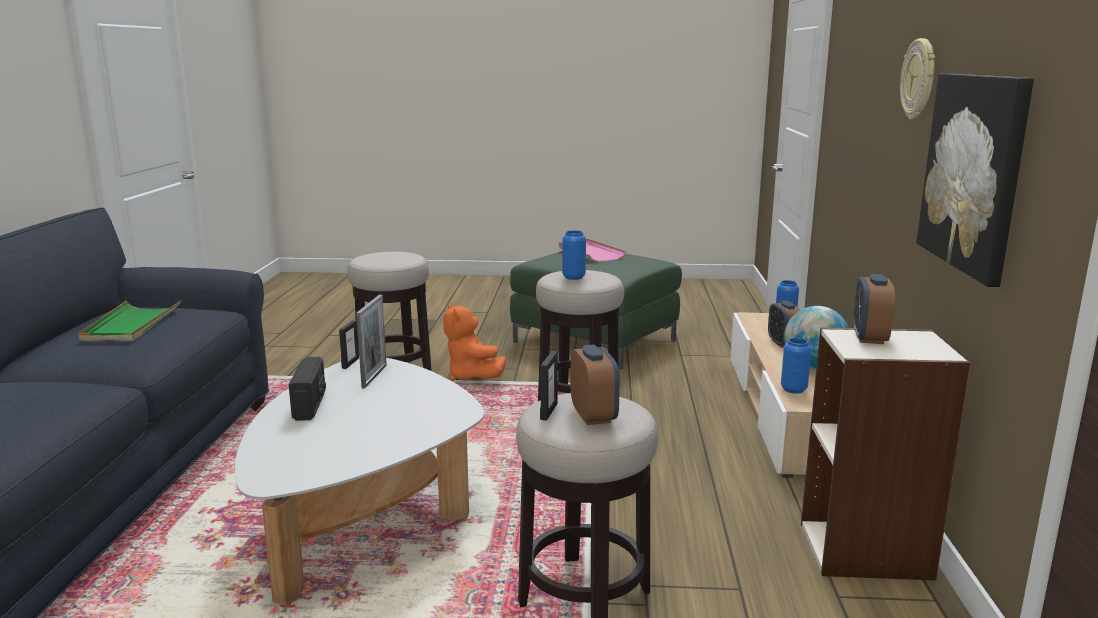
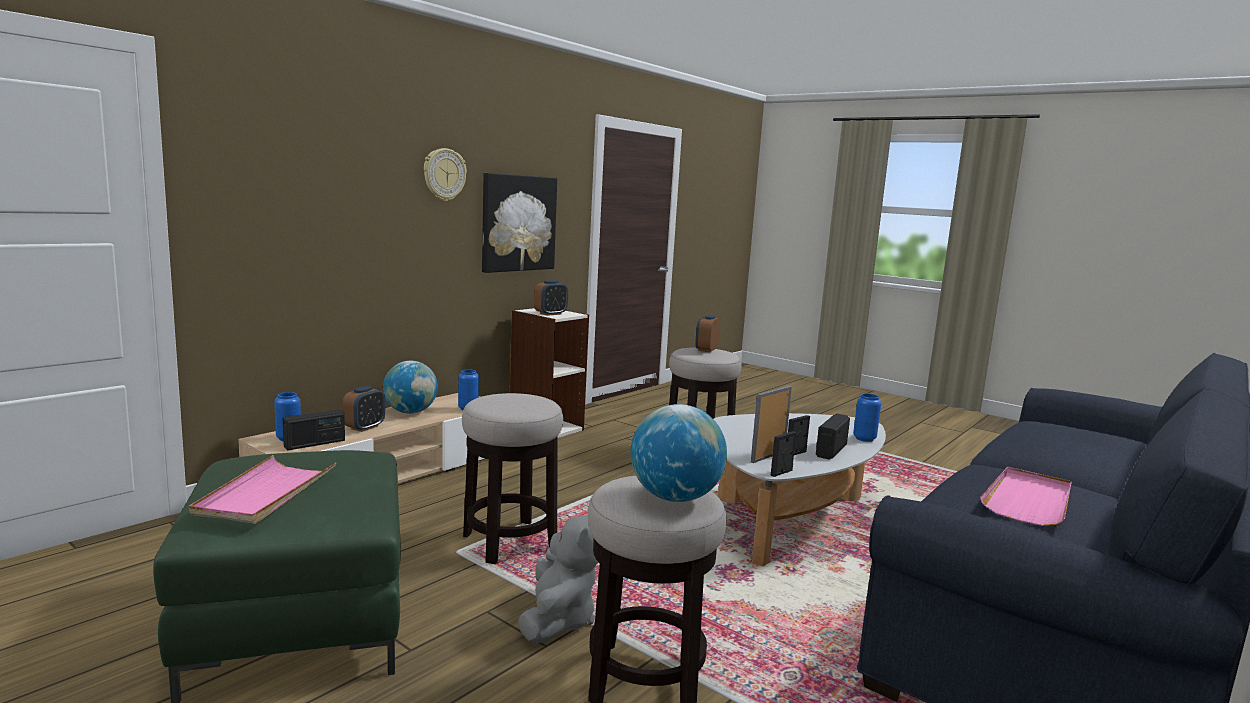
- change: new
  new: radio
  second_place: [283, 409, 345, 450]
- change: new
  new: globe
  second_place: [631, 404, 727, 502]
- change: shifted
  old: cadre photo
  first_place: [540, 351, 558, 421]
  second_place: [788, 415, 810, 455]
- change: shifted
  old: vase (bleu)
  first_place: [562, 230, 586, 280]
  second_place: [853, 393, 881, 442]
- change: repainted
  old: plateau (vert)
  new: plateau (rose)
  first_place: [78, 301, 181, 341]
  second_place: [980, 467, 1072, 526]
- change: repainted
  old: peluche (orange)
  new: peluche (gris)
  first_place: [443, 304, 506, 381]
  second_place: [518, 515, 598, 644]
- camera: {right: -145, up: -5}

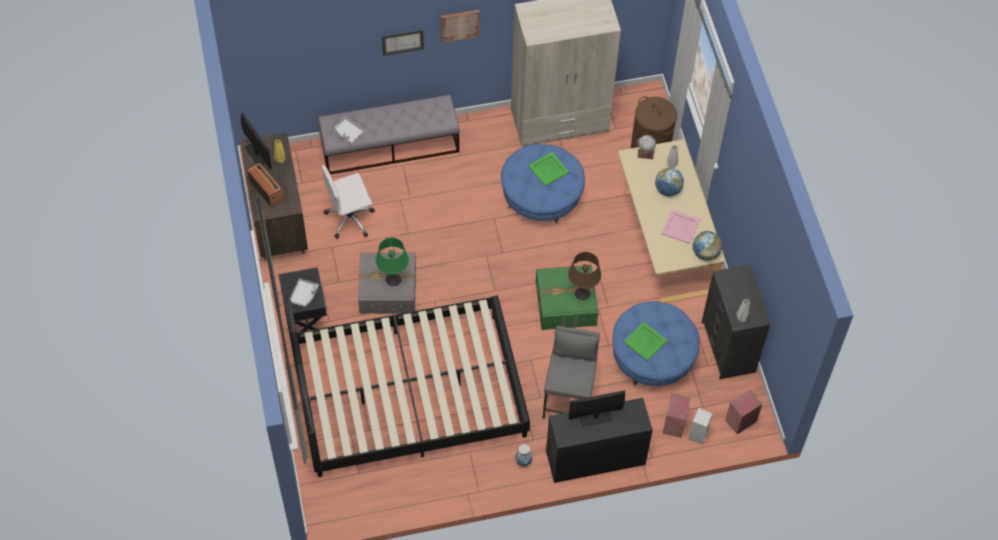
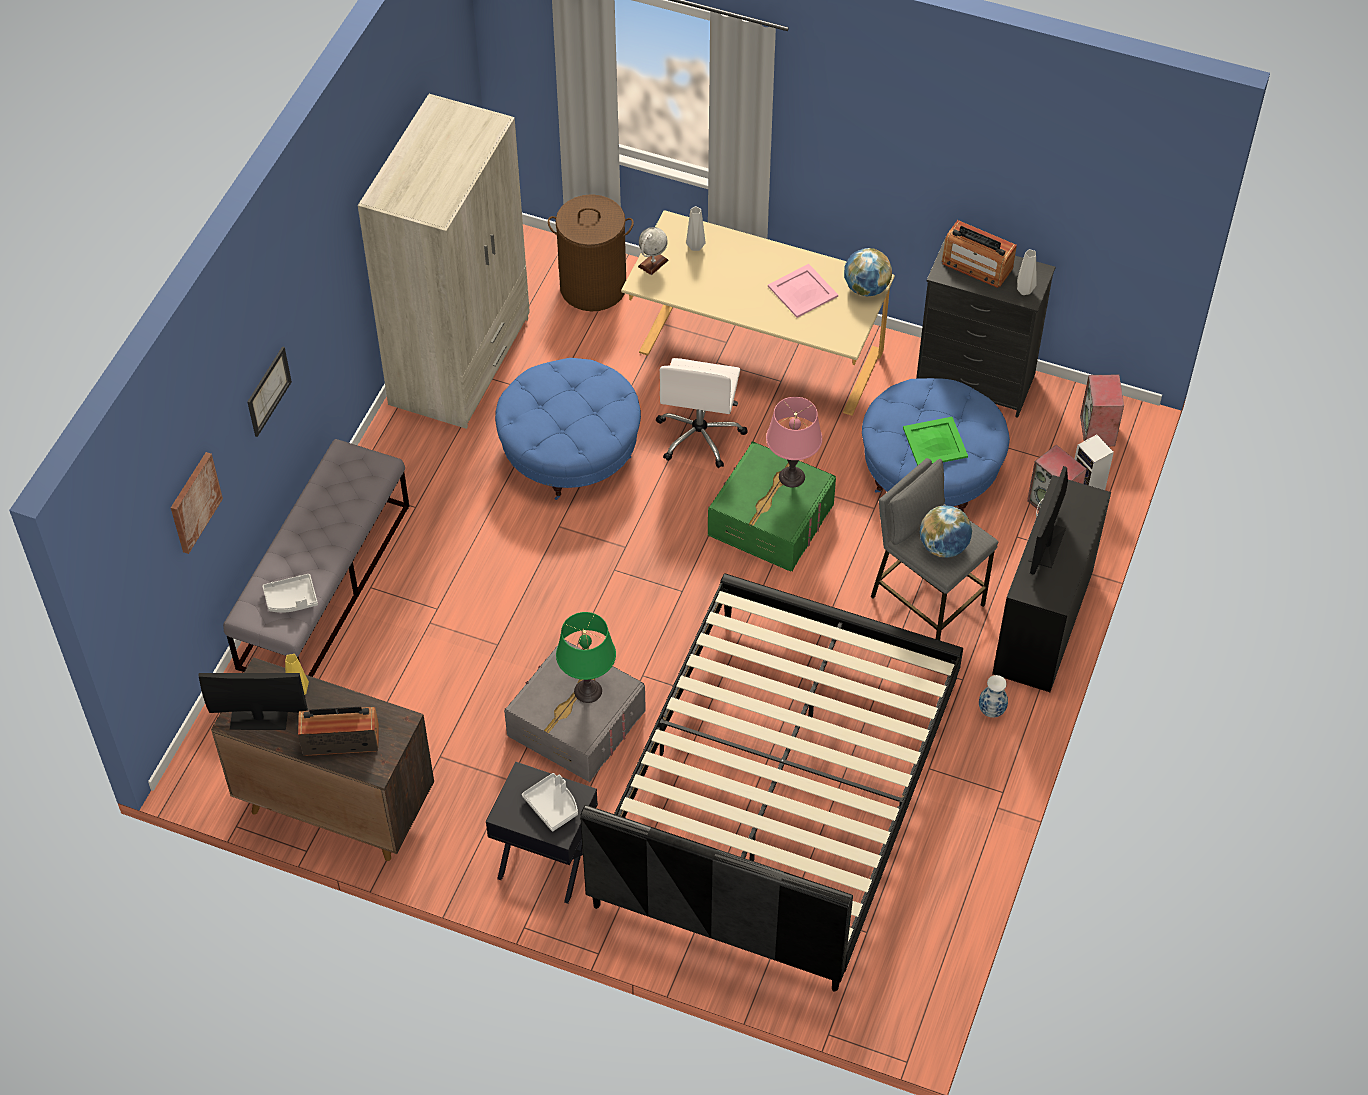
- change: gone
  old: plateau (vert)
  first_place: [528, 152, 569, 186]
- change: new
  new: radio
  second_place: [942, 220, 1017, 288]
- change: shifted
  old: chaise de bureau (blanc)
  first_place: [321, 165, 374, 239]
  second_place: [656, 358, 748, 468]
- change: shifted
  old: tableau
  first_place: [441, 10, 480, 43]
  second_place: [171, 452, 223, 554]
- change: shifted
  old: globe
  first_place: [655, 168, 684, 196]
  second_place: [920, 505, 972, 558]
- change: repainted
  old: lampe de table (marron)
  new: lampe de table (rose)
  first_place: [568, 252, 601, 300]
  second_place: [766, 397, 822, 488]
- camera: {right: -55, up: -5}

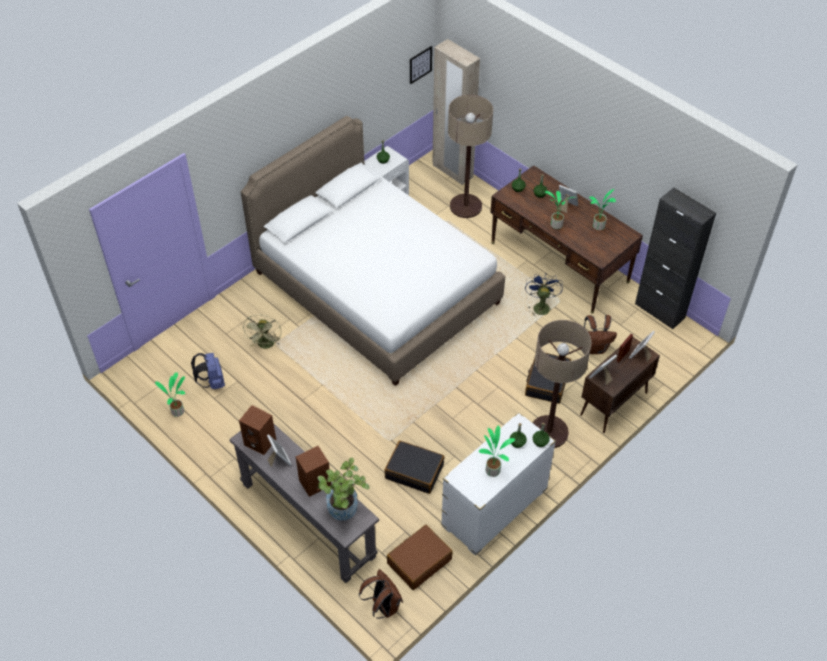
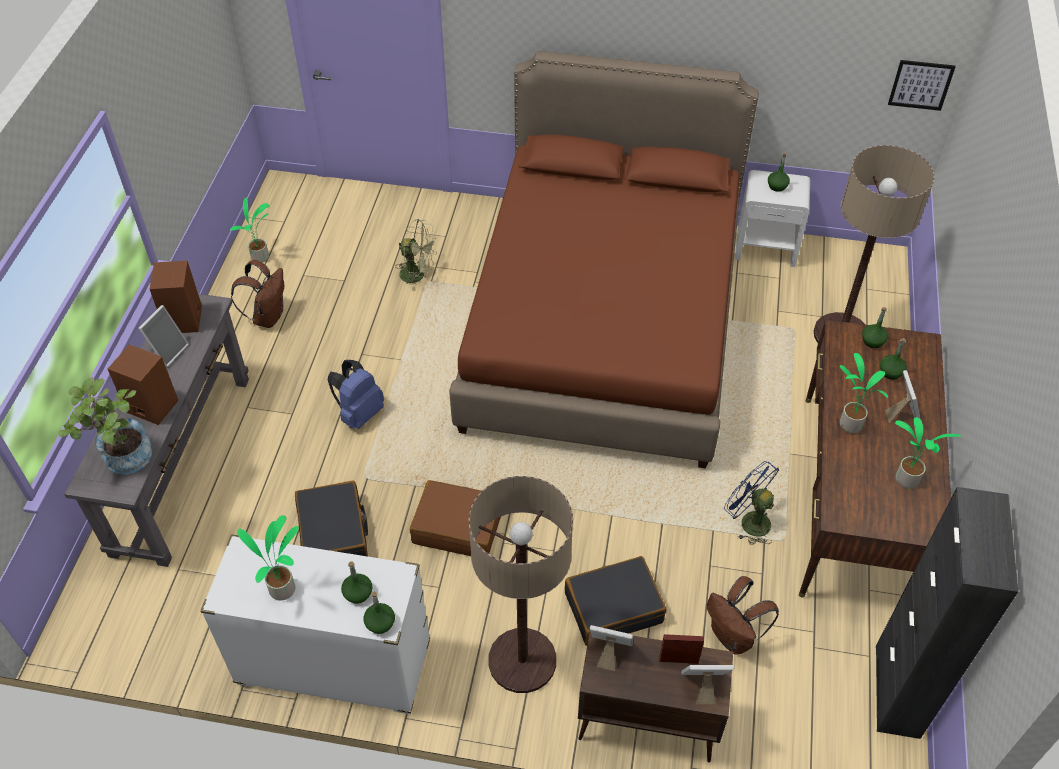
- change: gone
  old: armoire (beige)
  first_place: [432, 39, 480, 185]
- change: shifted
  old: sac à dos (bleu)
  first_place: [191, 353, 225, 390]
  second_place: [328, 360, 384, 429]
- change: shifted
  old: sac à dos (marron)
  first_place: [359, 569, 403, 619]
  second_place: [231, 260, 284, 328]
- change: shifted
  old: valise (marron)
  first_place: [387, 525, 453, 590]
  second_place: [410, 480, 501, 556]
- change: repainted
  old: lit (blanc)
  new: lit (marron)
  first_place: [241, 116, 505, 386]
  second_place: [449, 51, 759, 469]
- change: rotated
  old: ventilateur (vert)
  first_place: [243, 315, 281, 349]
  second_place: [395, 219, 437, 291]
  degrees: -135
- change: rotated
  old: ventilateur (bleu)
  first_place: [525, 273, 563, 317]
  second_place: [724, 461, 779, 545]
  degrees: -105
- camera: {right: 55, up: 0}

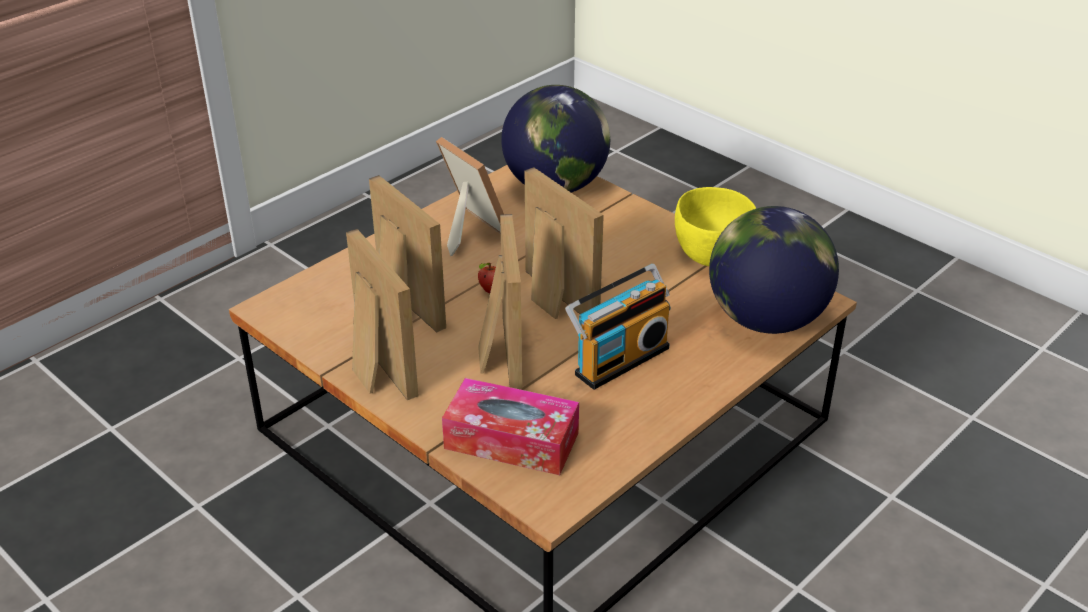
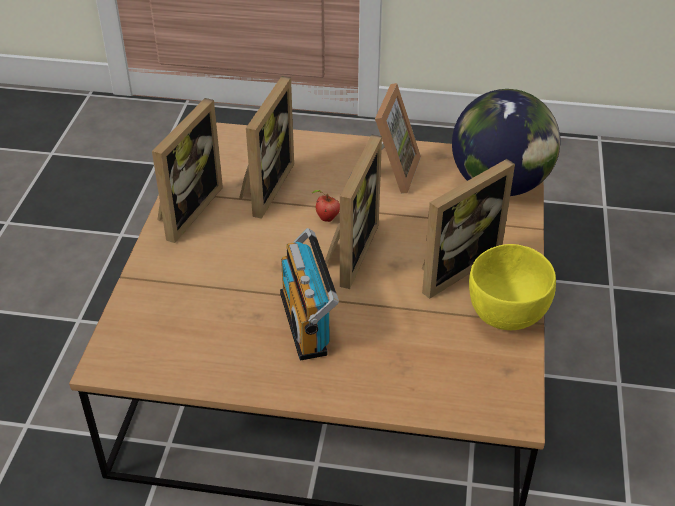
- change: gone
  old: boîte à mouchoirs
  first_place: [442, 378, 579, 475]
- change: gone
  old: globe
  first_place: [709, 206, 839, 334]
- change: shifted
  old: cadre photo
  first_place: [478, 214, 522, 390]
  second_place: [422, 159, 515, 299]
- change: rotated
  old: radio
  first_place: [565, 264, 670, 390]
  second_place: [280, 228, 339, 361]
  degrees: 60
- camera: {right: 55, up: 5}

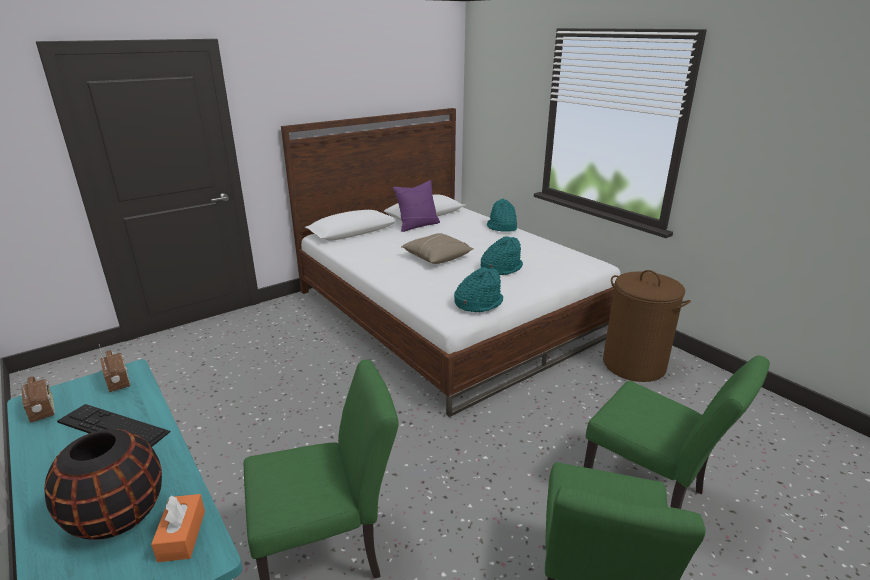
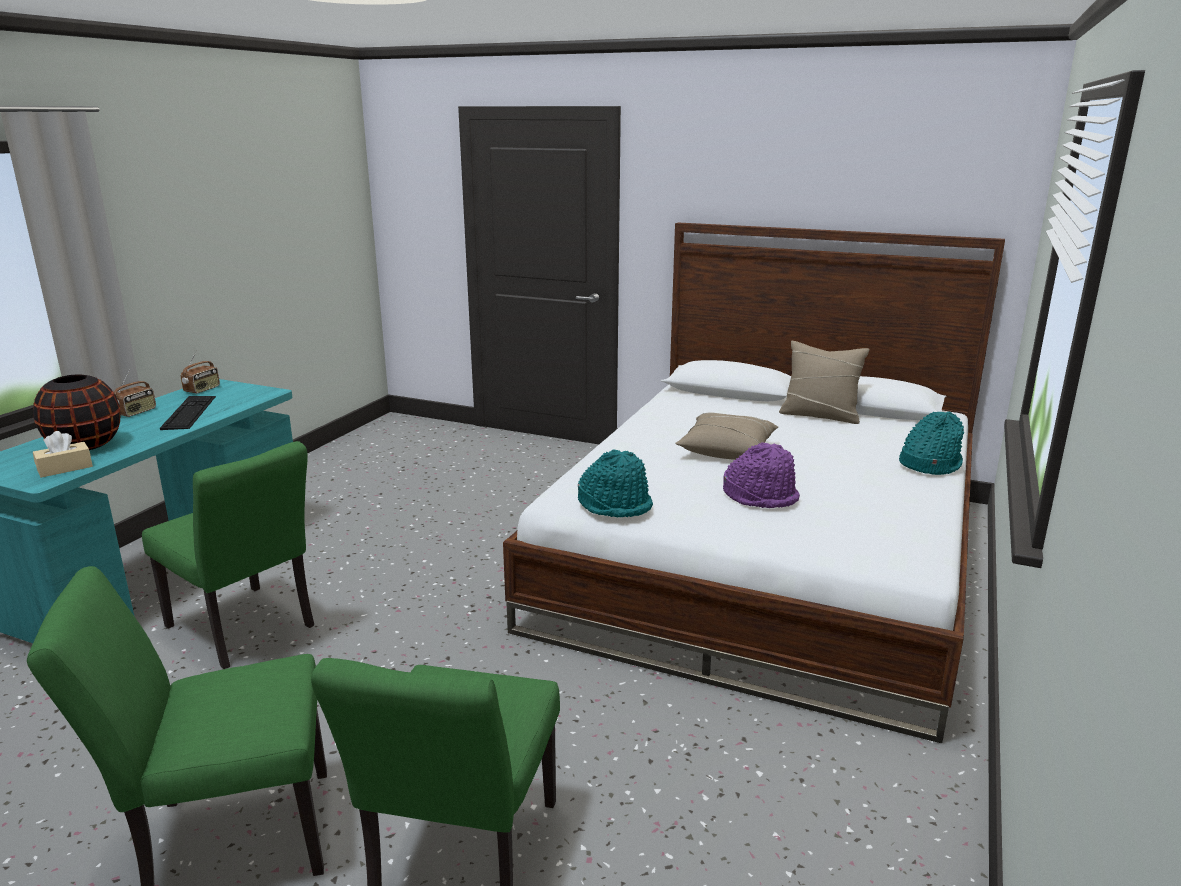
- change: gone
  old: panier à linge (marron)
  first_place: [603, 270, 691, 382]
- change: shifted
  old: radio
  first_place: [99, 345, 130, 392]
  second_place: [113, 370, 156, 417]
- change: repainted
  old: boîte à mouchoirs (orange)
  new: boîte à mouchoirs (beige)
  first_place: [151, 494, 205, 562]
  second_place: [33, 431, 93, 478]
- change: repainted
  old: coussin (violet)
  new: coussin (beige)
  first_place: [393, 180, 440, 232]
  second_place: [779, 341, 870, 424]
- change: repainted
  old: chapeau (turquoise)
  new: chapeau (violet)
  first_place: [480, 236, 523, 275]
  second_place: [723, 442, 800, 508]
- camera: {right: 60, up: -5}

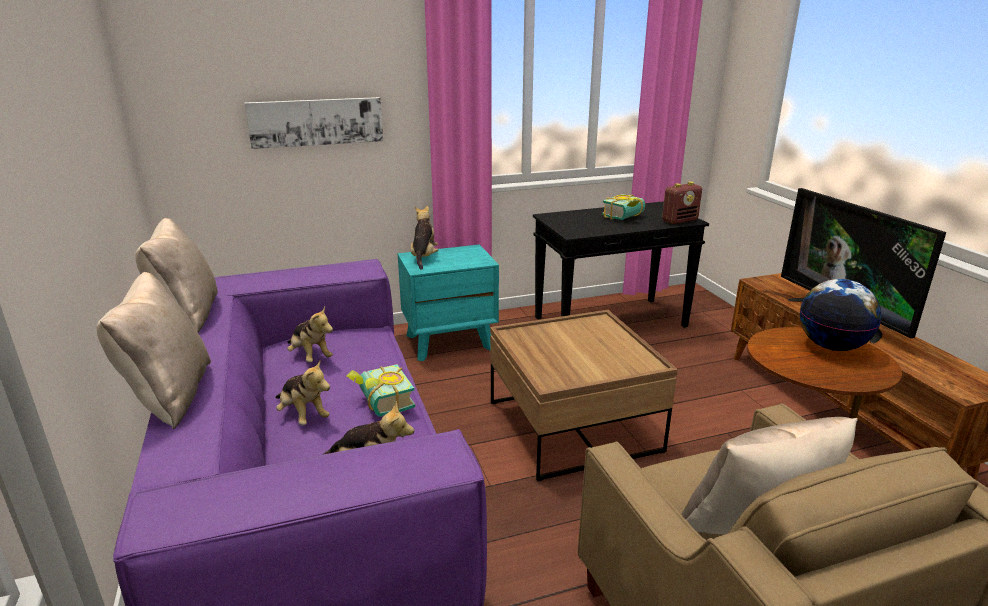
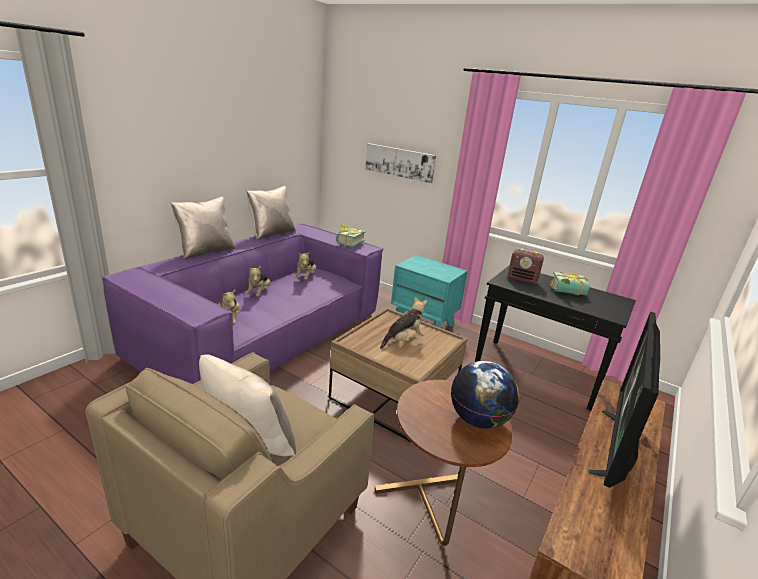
- change: shifted
  old: livre
  first_place: [347, 364, 415, 417]
  second_place: [336, 223, 366, 247]
- change: shifted
  old: peluche
  first_place: [410, 206, 439, 270]
  second_place: [380, 297, 427, 349]
- change: shifted
  old: radio
  first_place: [662, 181, 702, 224]
  second_place: [508, 248, 544, 284]
- camera: {right: 50, up: 0}

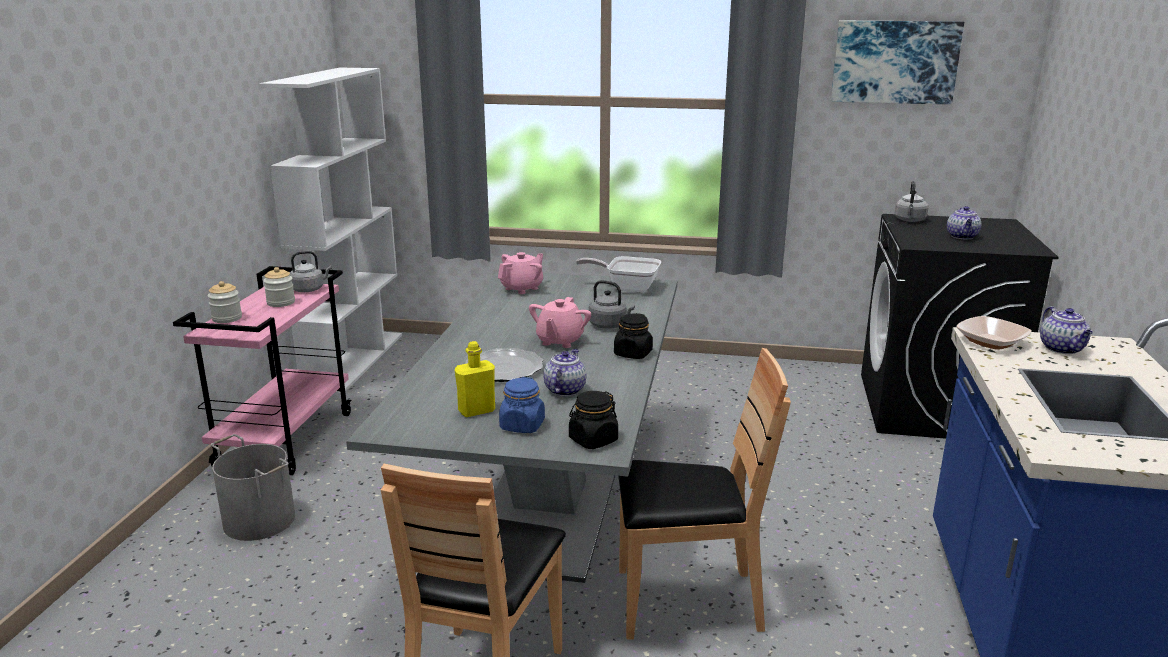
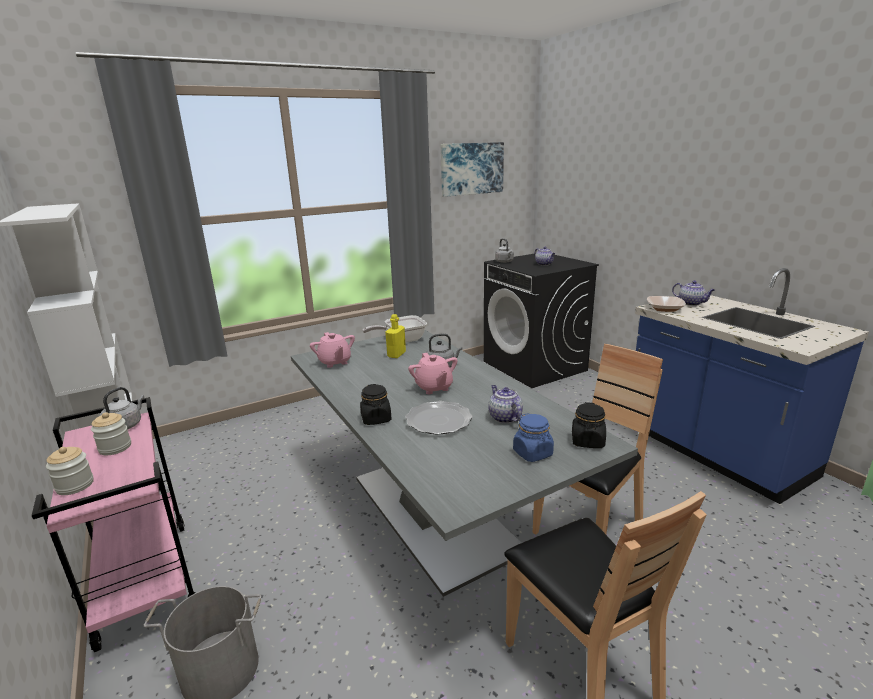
- change: shifted
  old: bouteille (jaune)
  first_place: [455, 341, 495, 417]
  second_place: [385, 314, 406, 358]
- change: shifted
  old: bocal (noir)
  first_place: [614, 313, 653, 359]
  second_place: [360, 384, 391, 425]
- change: rotated
  old: théière (rose)
  first_place: [498, 252, 543, 294]
  second_place: [310, 332, 355, 368]
  degrees: 150
- camera: {right: -40, up: 0}

